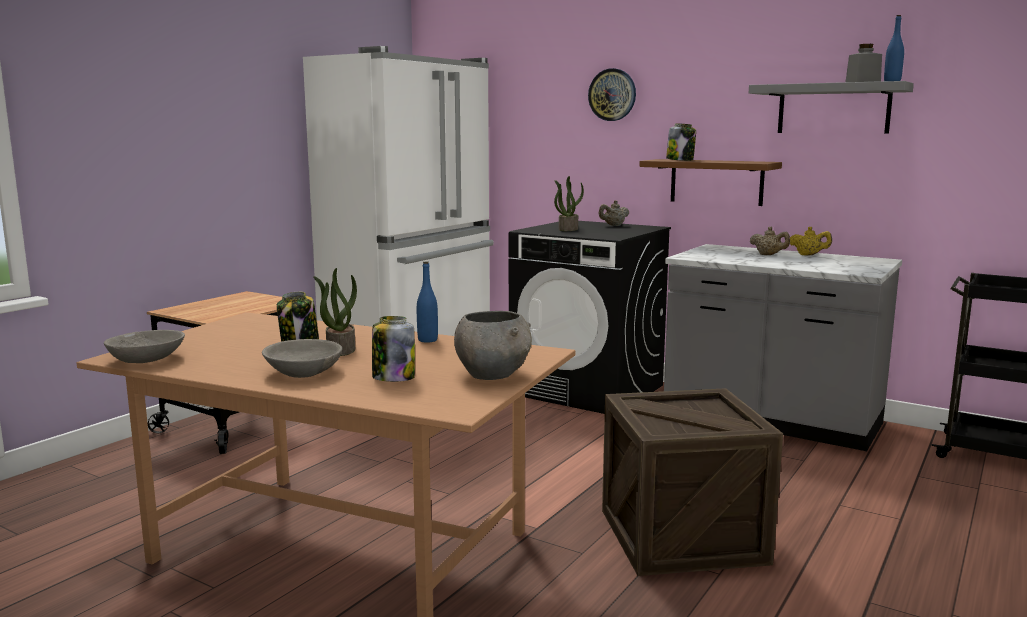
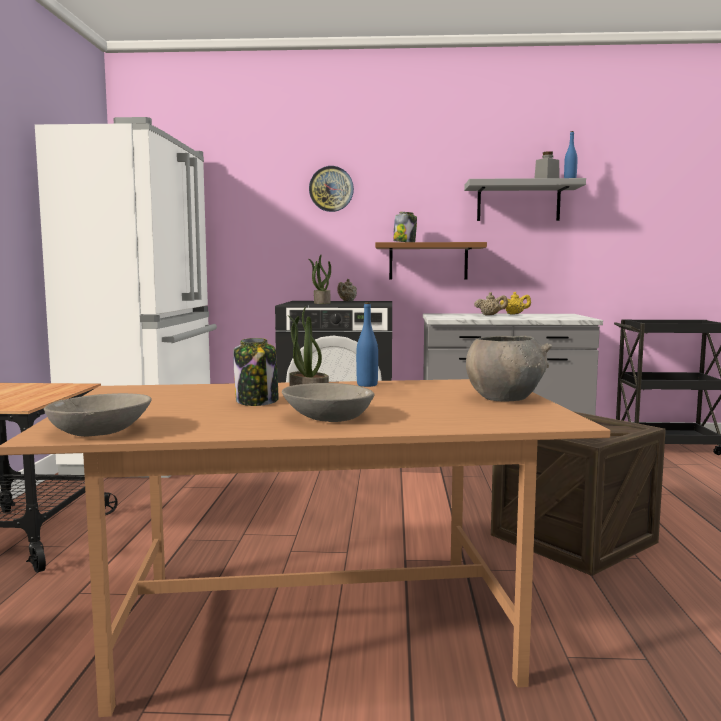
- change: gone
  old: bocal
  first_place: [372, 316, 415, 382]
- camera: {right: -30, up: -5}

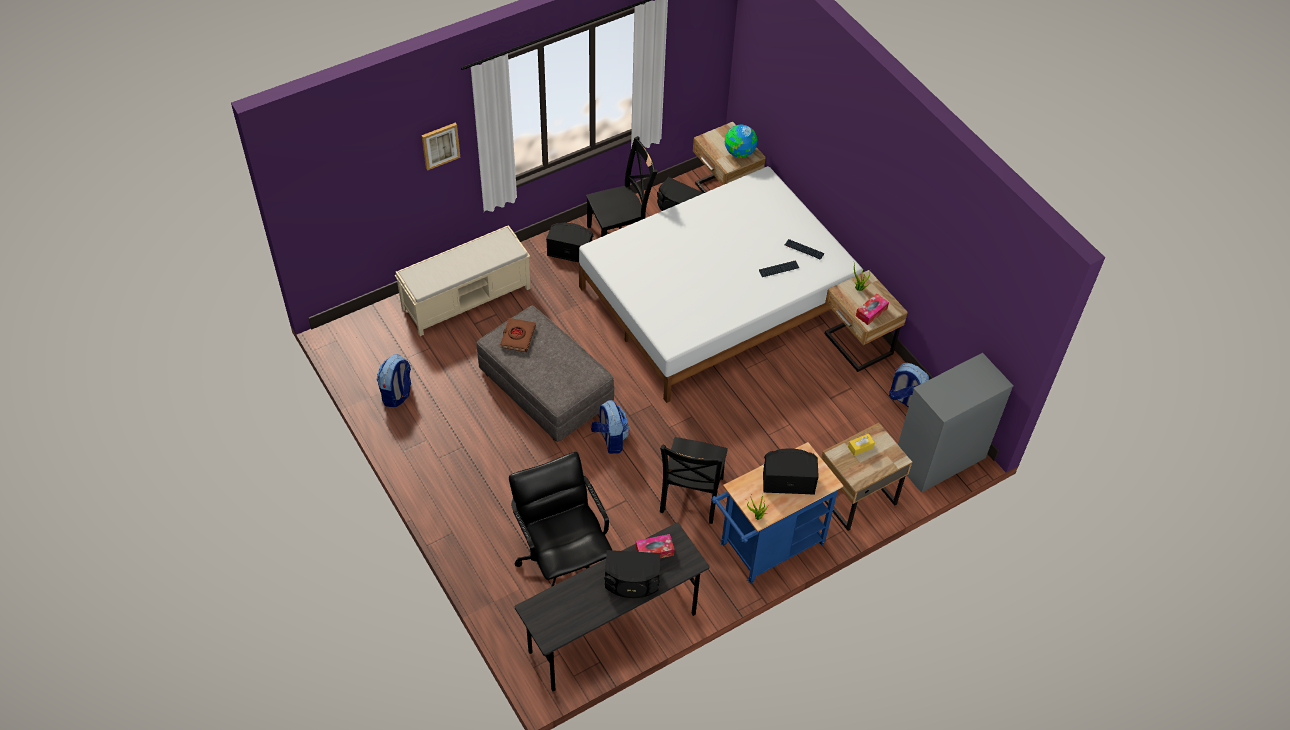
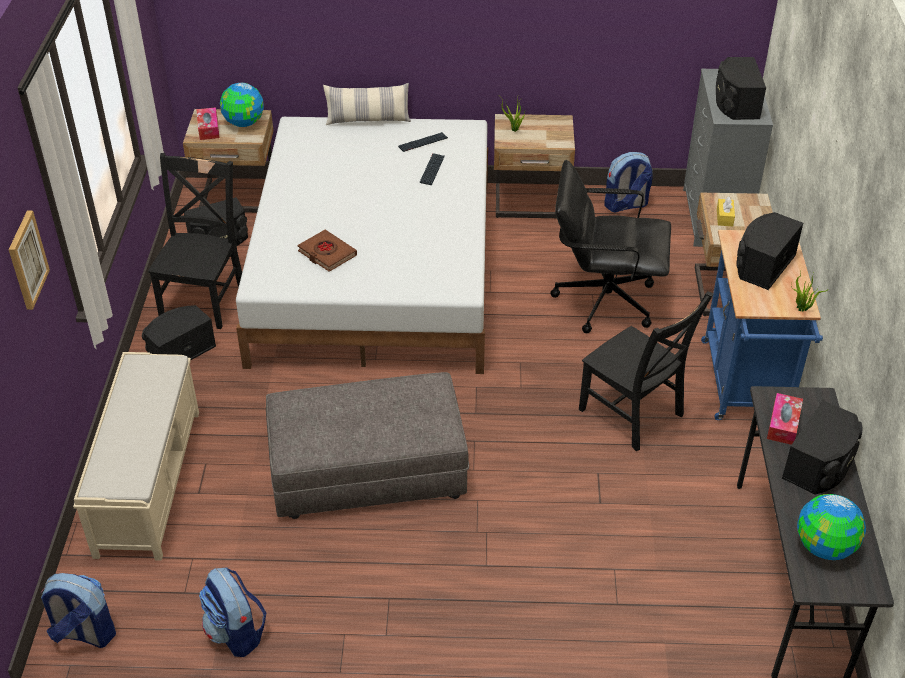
- change: new
  new: coussin
  second_place: [323, 83, 411, 125]
- change: new
  new: enceinte (noir)
  second_place: [716, 57, 766, 120]
- change: new
  new: globe
  second_place: [797, 494, 866, 560]
- change: shifted
  old: livre (marron)
  first_place: [500, 318, 536, 352]
  second_place: [297, 230, 357, 272]
- change: shifted
  old: chaise de bureau (noir)
  first_place: [509, 452, 612, 586]
  second_place: [551, 160, 671, 333]
- change: shifted
  old: sac à dos
  first_place: [591, 400, 629, 454]
  second_place: [41, 573, 116, 648]
- change: shifted
  old: boîte à mouchoirs
  first_place: [856, 294, 889, 325]
  second_place: [196, 107, 220, 140]
- camera: {right: -55, up: -10}

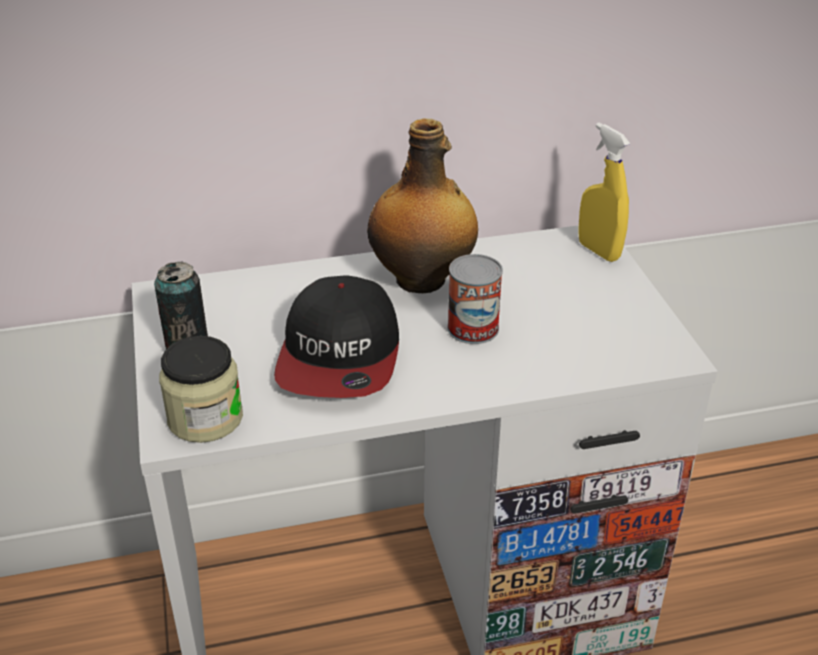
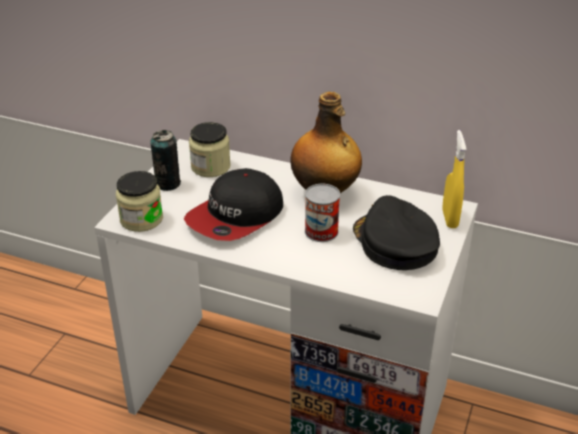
- change: new
  new: bocal
  second_place: [189, 122, 231, 177]
- change: new
  new: casquette (noir)
  second_place: [353, 195, 440, 270]
- camera: {right: 35, up: 0}

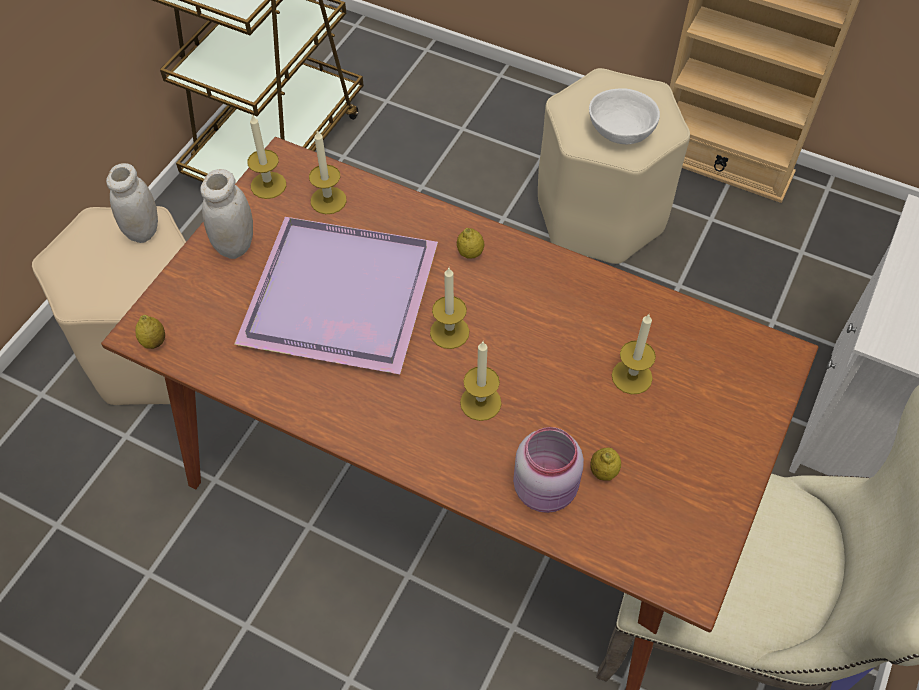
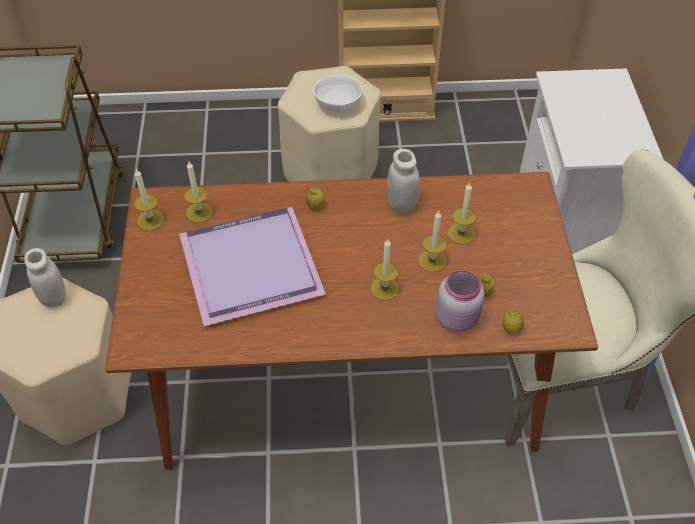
- change: shifted
  old: citron
  first_place: [135, 315, 165, 349]
  second_place: [502, 309, 524, 334]
- change: shifted
  old: bocal (blanc)
  first_place: [200, 169, 253, 259]
  second_place: [387, 149, 420, 213]
- change: shifted
  old: bougie
  first_place: [430, 268, 469, 349]
  second_place: [418, 211, 447, 272]
- camera: {right: -30, up: -5}

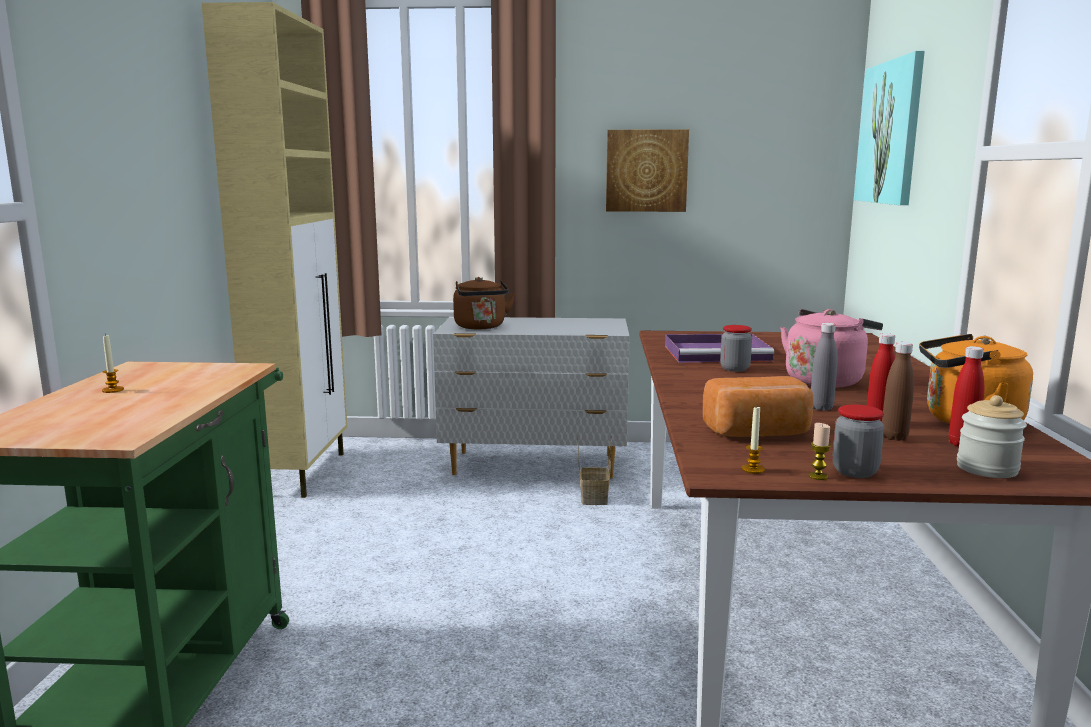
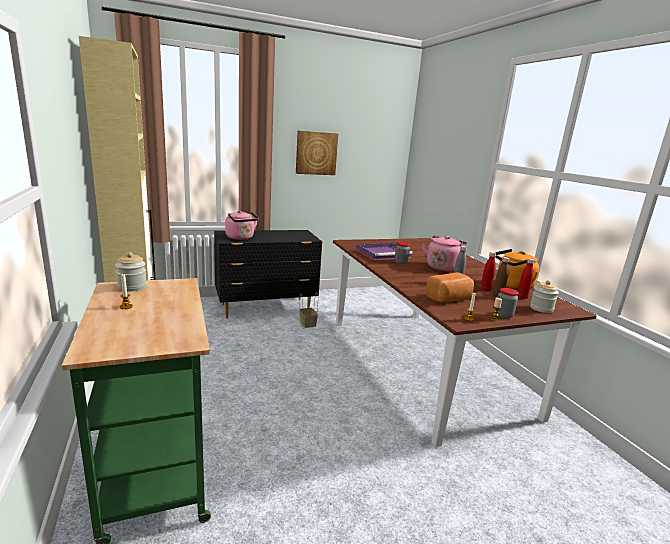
- change: gone
  old: tableau
  first_place: [854, 51, 925, 205]
- change: new
  new: bocal
  second_place: [115, 252, 147, 291]
- change: repainted
  old: commode (blanc)
  new: commode (noir)
  first_place: [433, 317, 630, 478]
  second_place: [214, 230, 322, 319]
- change: repainted
  old: bouilloire (marron)
  new: bouilloire (rose)
  first_place: [453, 277, 515, 329]
  second_place: [225, 211, 259, 240]
- camera: {right: -25, up: 5}

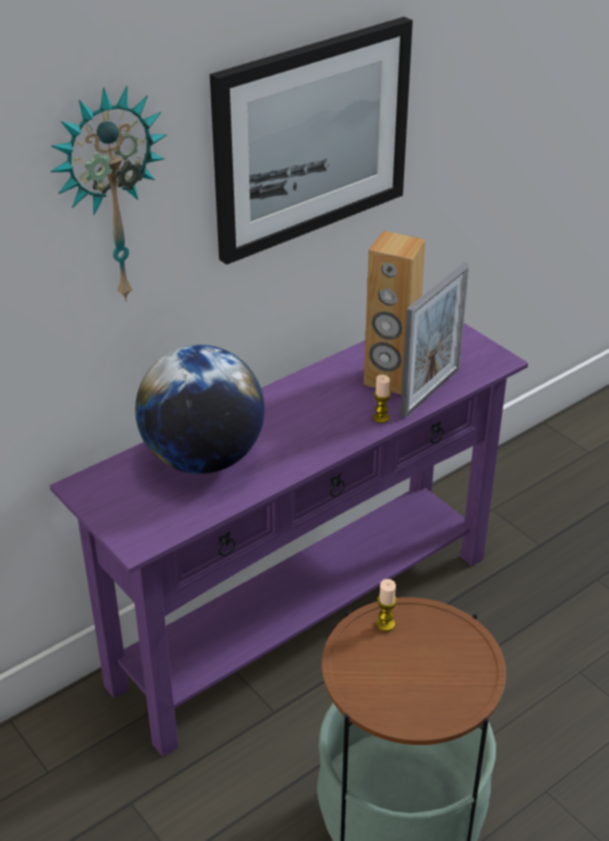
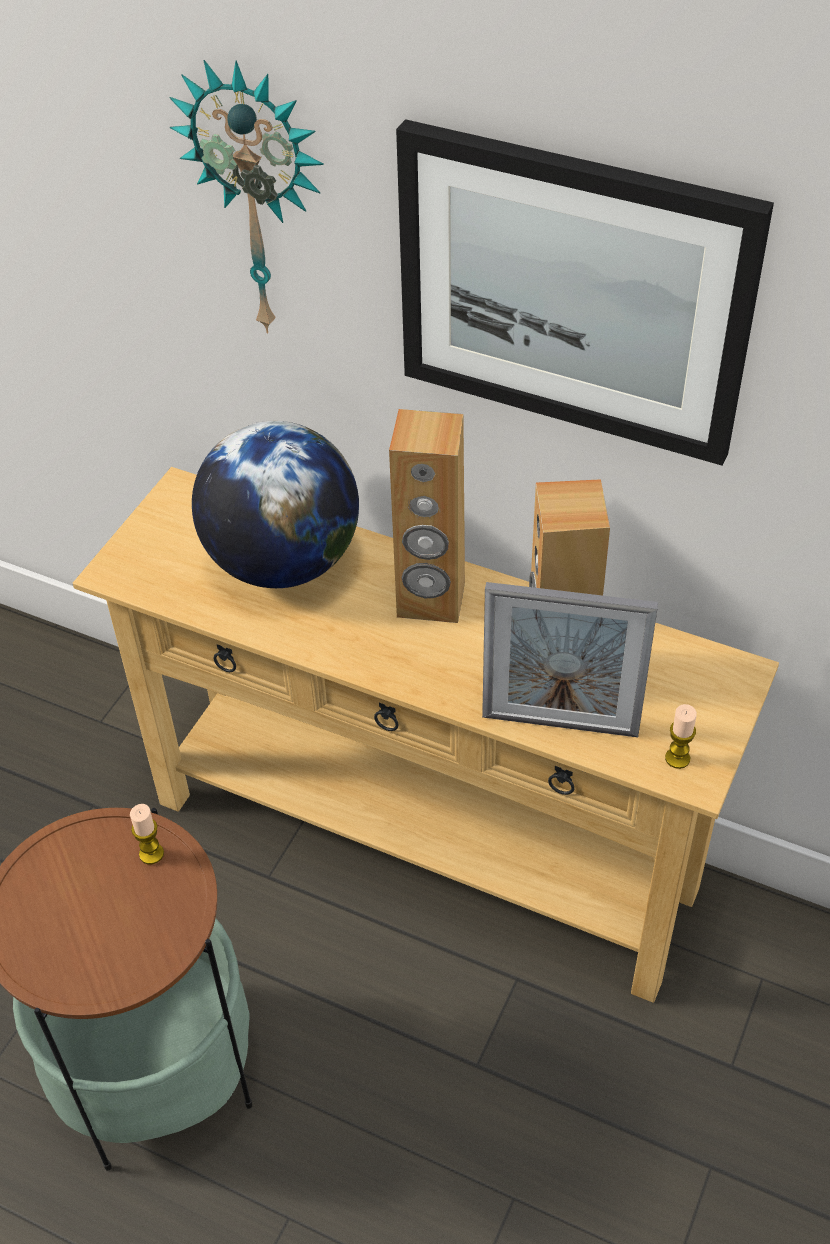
- change: new
  new: enceinte (marron)
  second_place: [389, 409, 465, 623]
- change: shifted
  old: bougie
  first_place: [373, 375, 391, 423]
  second_place: [665, 704, 697, 769]
- change: repainted
  old: table console (violet)
  new: table console (beige)
  first_place: [50, 323, 528, 757]
  second_place: [73, 467, 779, 1003]
- camera: {right: 65, up: 10}

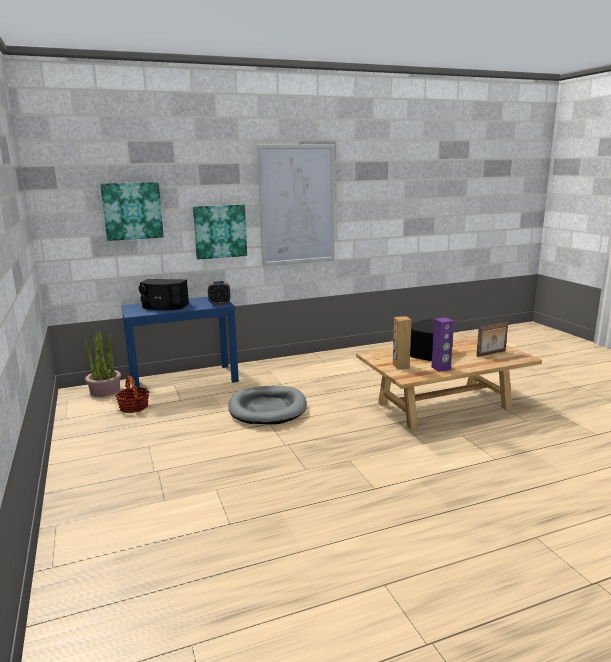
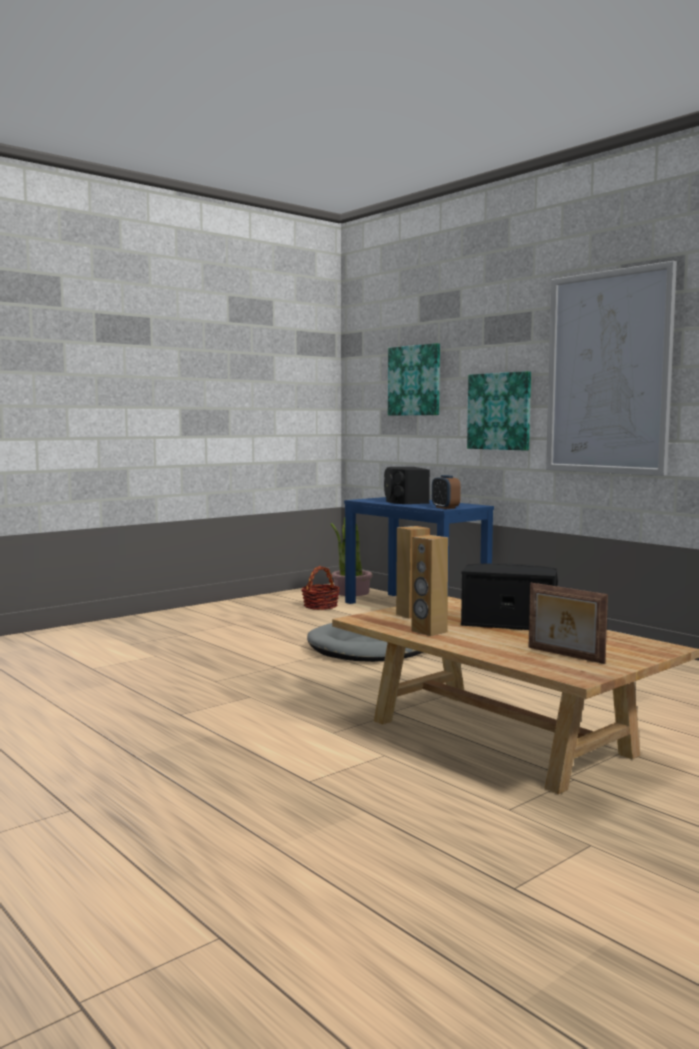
- change: repainted
  old: enceinte (violet)
  new: enceinte (marron)
  first_place: [432, 318, 454, 372]
  second_place: [412, 535, 448, 636]
- camera: {right: 70, up: -10}

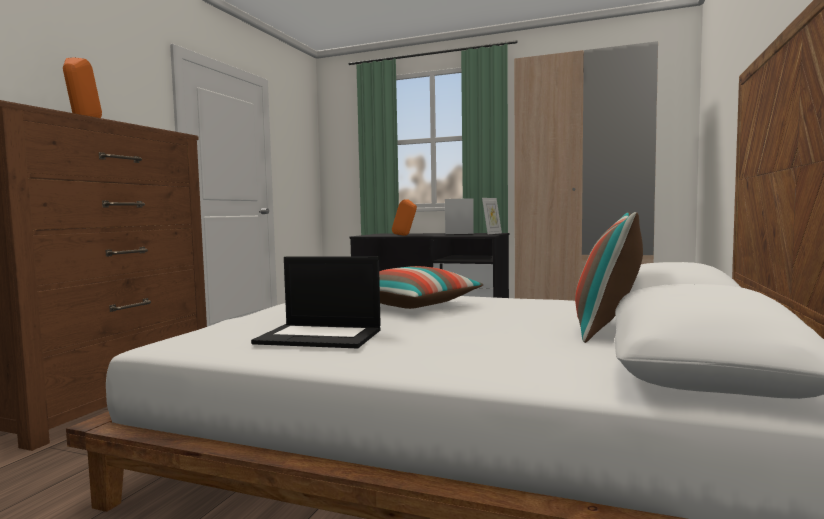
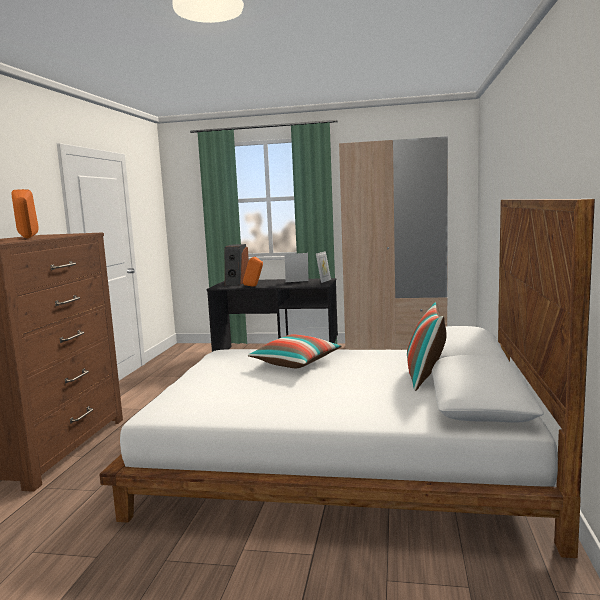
- change: gone
  old: ordinateur portable
  first_place: [251, 256, 381, 349]
- change: new
  new: enceinte
  second_place: [225, 244, 249, 285]
- camera: {right: -10, up: 5}

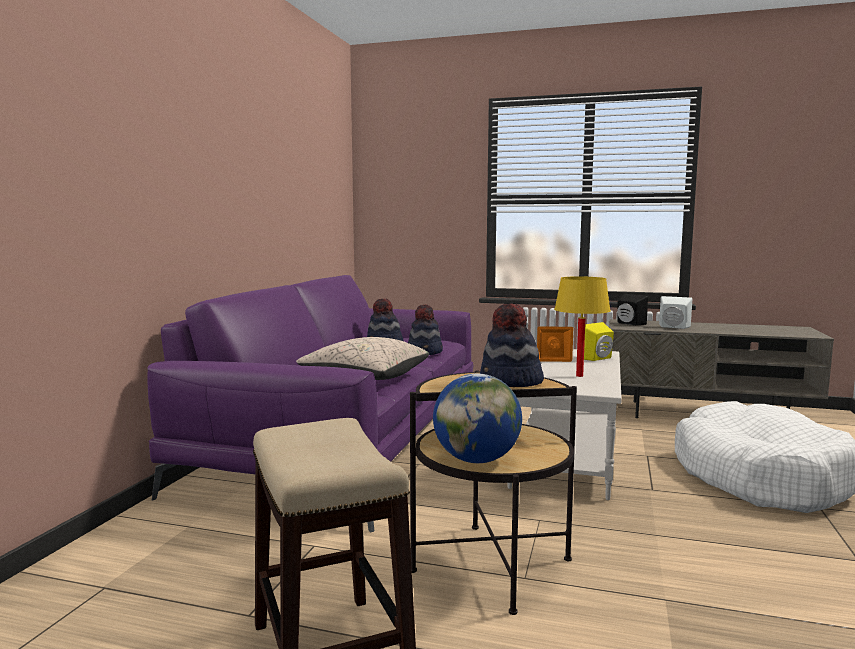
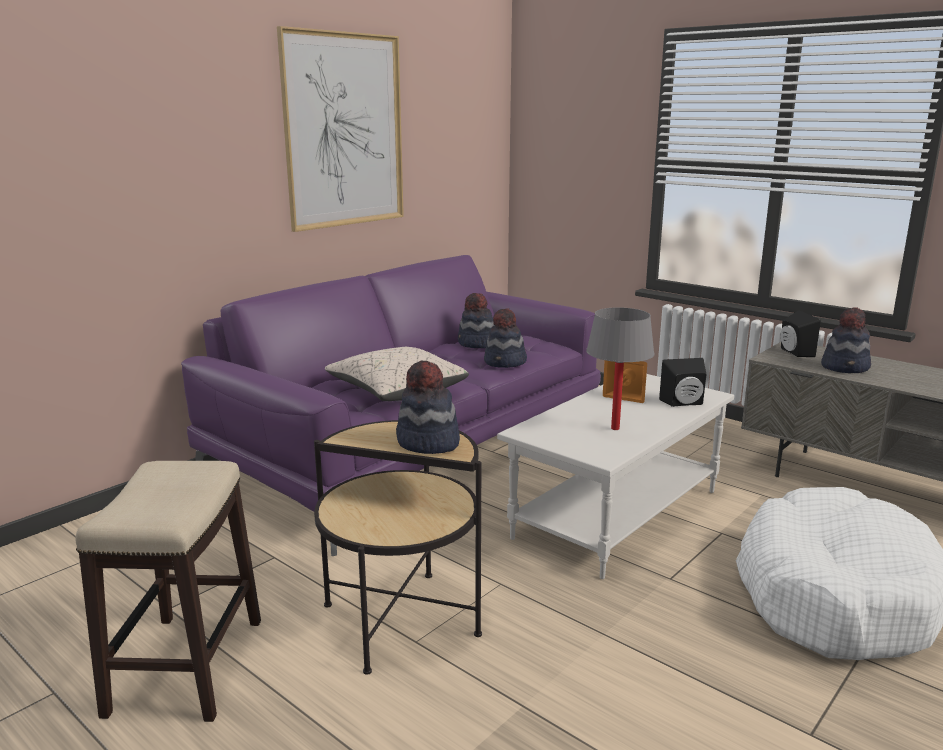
- change: gone
  old: globe
  first_place: [433, 373, 522, 463]
- change: new
  new: tableau
  second_place: [277, 26, 404, 232]
- change: swapped
  old: enceinte (blanc)
  new: chapeau
  first_place: [659, 296, 692, 329]
  second_place: [821, 307, 871, 373]
- change: repainted
  old: lampe de table (jaune)
  new: lampe de table (gris)
  first_place: [554, 276, 611, 377]
  second_place: [586, 307, 655, 430]
- change: repainted
  old: enceinte (jaune)
  new: enceinte (noir)
  first_place: [584, 322, 614, 361]
  second_place: [659, 358, 706, 407]
- camera: {right: 25, up: 10}

